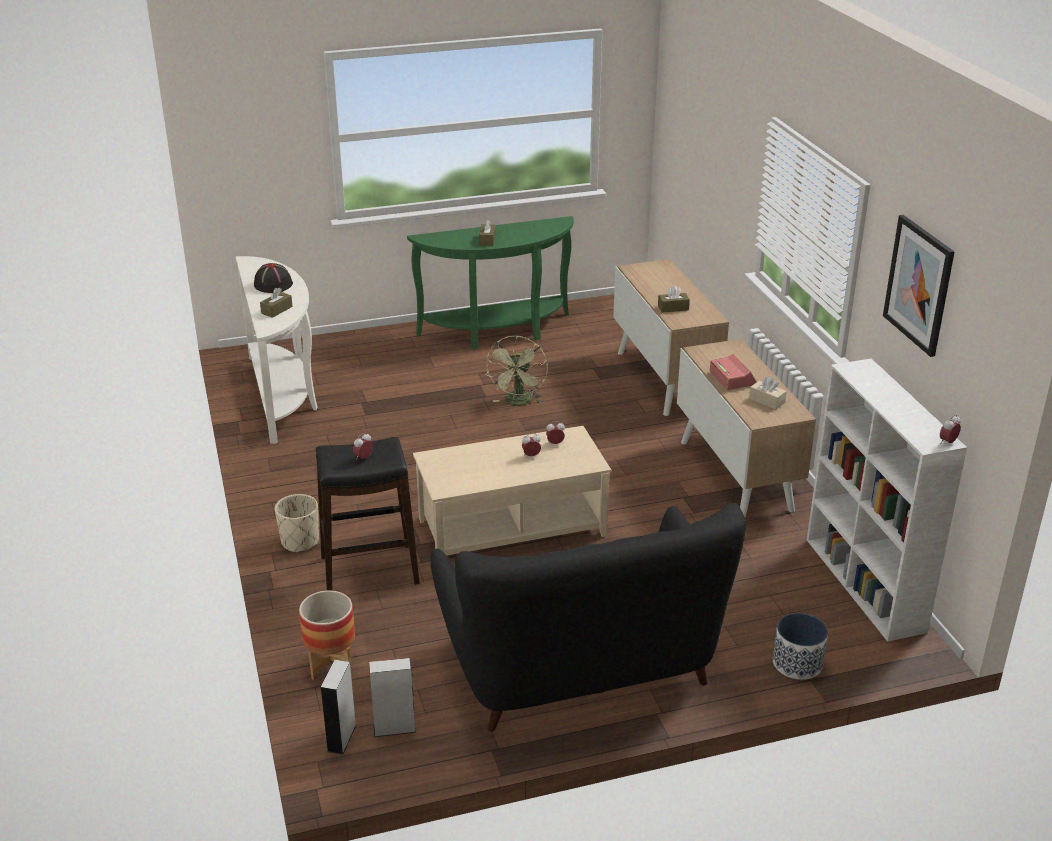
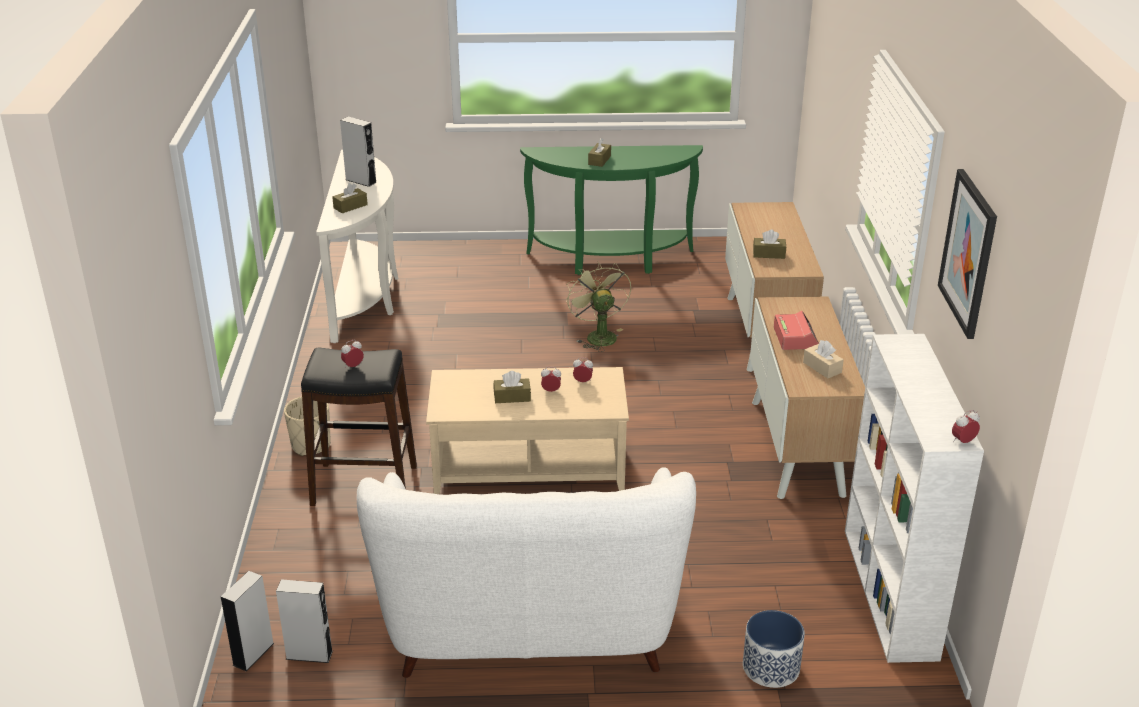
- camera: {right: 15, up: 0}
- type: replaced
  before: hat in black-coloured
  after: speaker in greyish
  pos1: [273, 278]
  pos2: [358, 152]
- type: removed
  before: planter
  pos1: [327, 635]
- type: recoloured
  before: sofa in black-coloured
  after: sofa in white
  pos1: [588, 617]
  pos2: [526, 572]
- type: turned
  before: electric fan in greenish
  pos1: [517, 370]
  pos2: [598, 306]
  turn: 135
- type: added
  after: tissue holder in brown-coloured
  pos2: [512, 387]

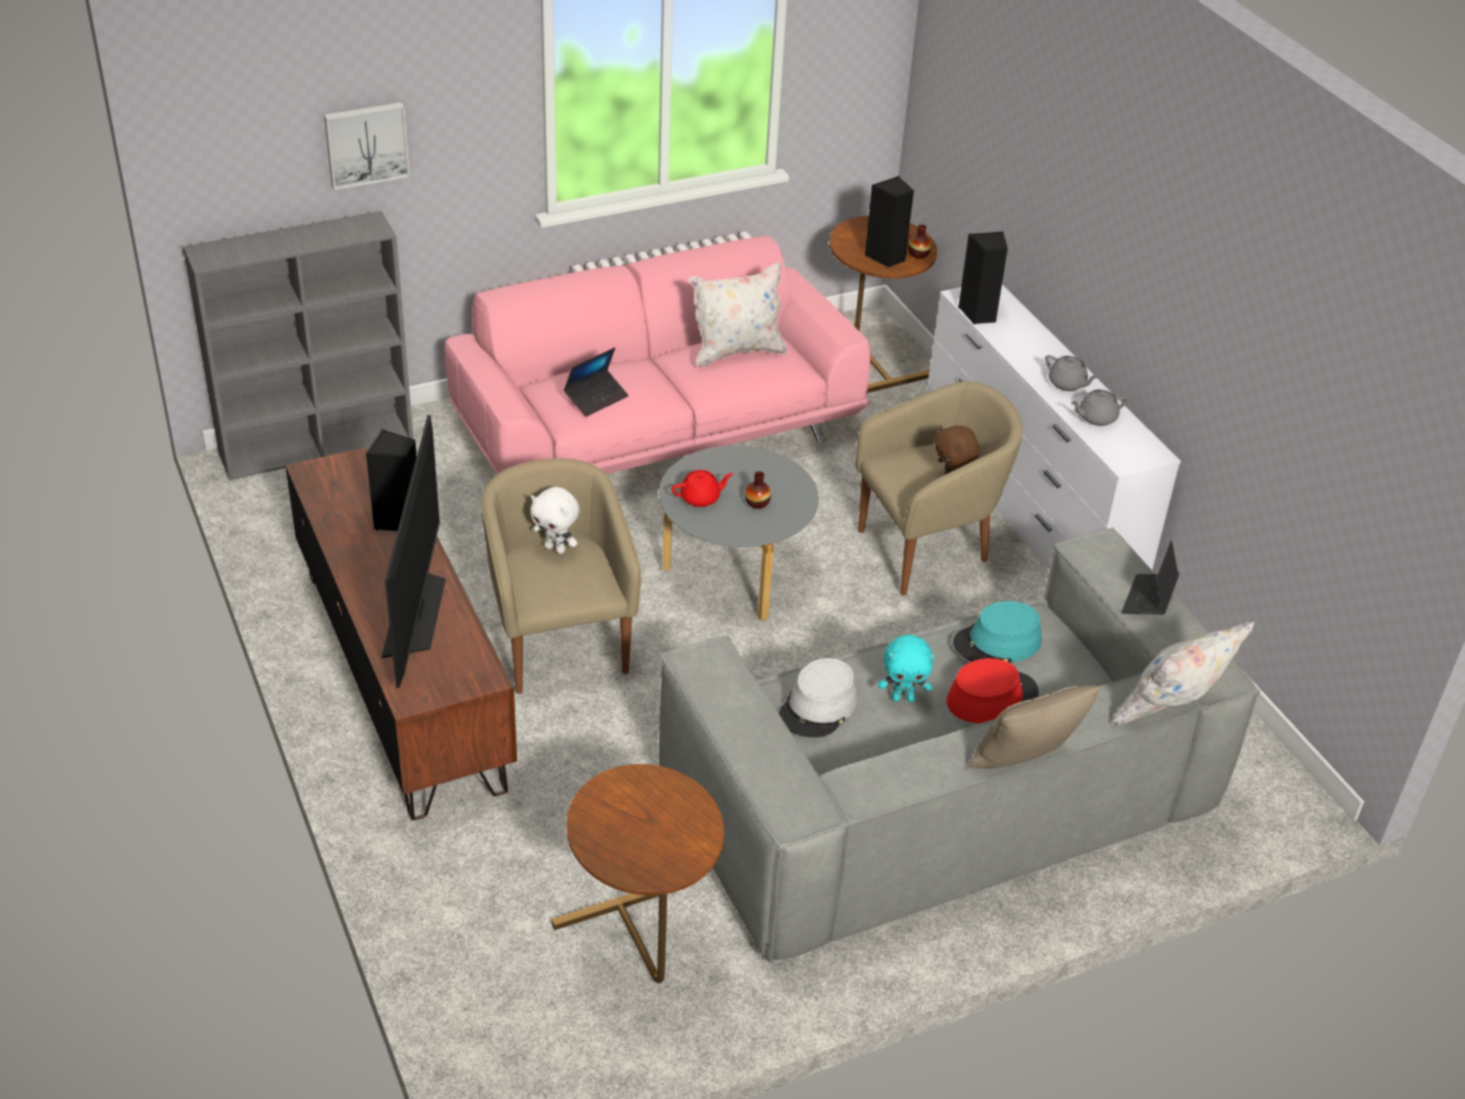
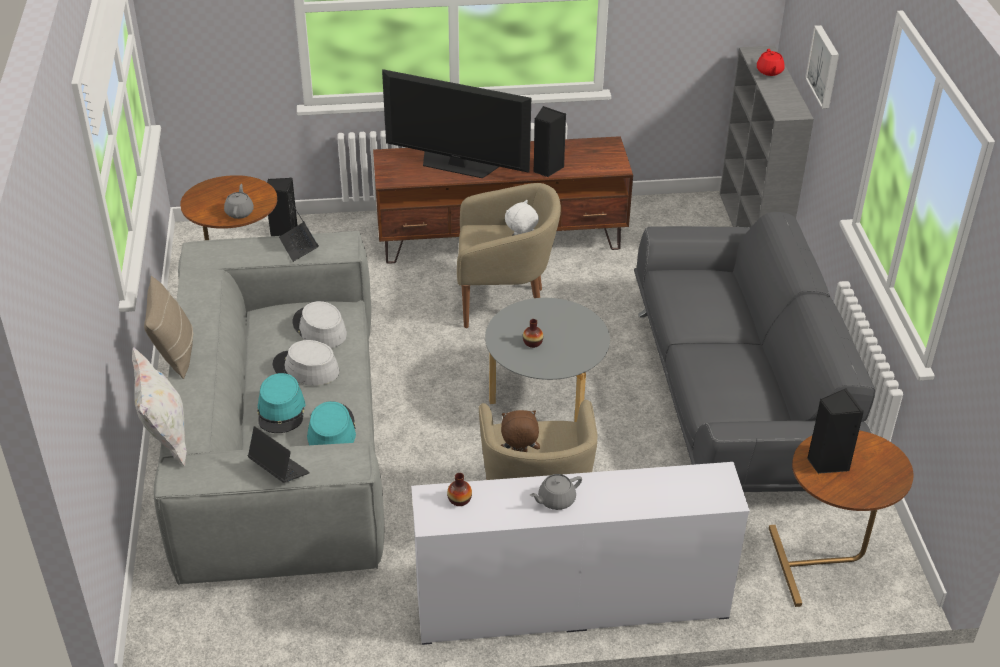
- camera: {right: 110, up: 0}
- type: recoloured
  before: sofa in pinkish
  after: sofa in greyish
  pos1: [657, 355]
  pos2: [754, 352]
- type: moved
  before: laptop
  pos1: [596, 382]
  pos2: [299, 232]
- type: moved
  before: tea pot in red-coloured
  pos1: [703, 488]
  pos2: [771, 62]
- type: removed
  before: cushion in white
  pos1: [738, 314]
- type: replaced
  before: cuddly toy in turquoise
  after: hat in greyish
  pos1: [906, 668]
  pos2: [306, 363]
- type: moved
  before: decorative vase
  pos1: [919, 241]
  pos2: [459, 489]
- type: recoloured
  before: hat in red-coloured
  after: hat in turquoise
  pos1: [992, 690]
  pos2: [281, 403]
- type: moved
  before: speaker in black-coloured
  pos1: [983, 277]
  pos2: [282, 207]
- type: moved
  before: tea pot in greyish
  pos1: [1099, 408]
  pos2: [239, 201]

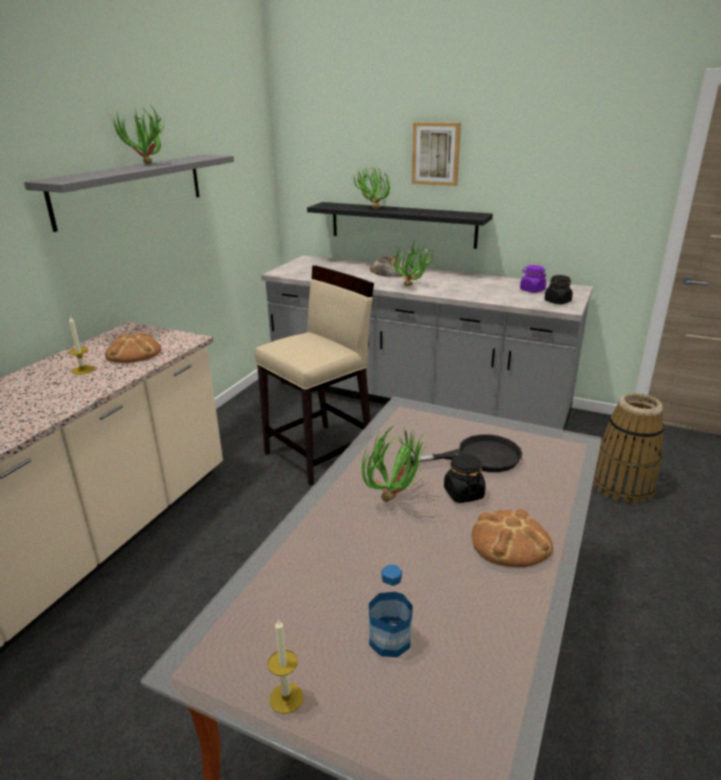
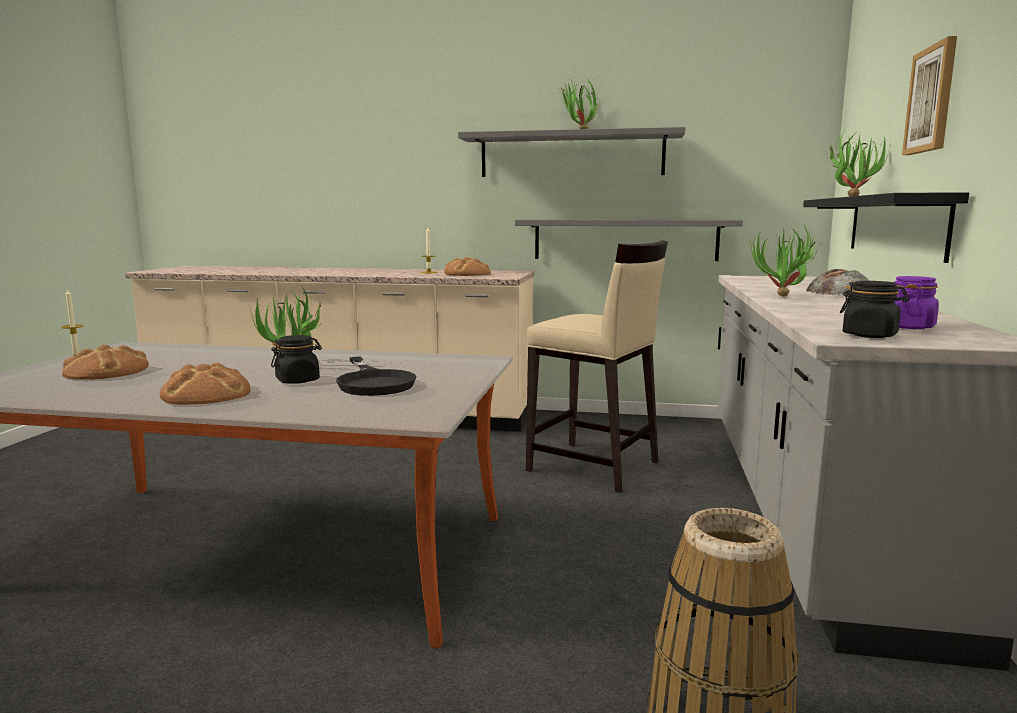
- camera: {right: 75, up: -15}
- type: replaced
  before: drink bottle
  after: bakery bread
  pos1: [391, 611]
  pos2: [105, 362]
- type: added
  after: shelf in greyish
  pos2: [629, 240]

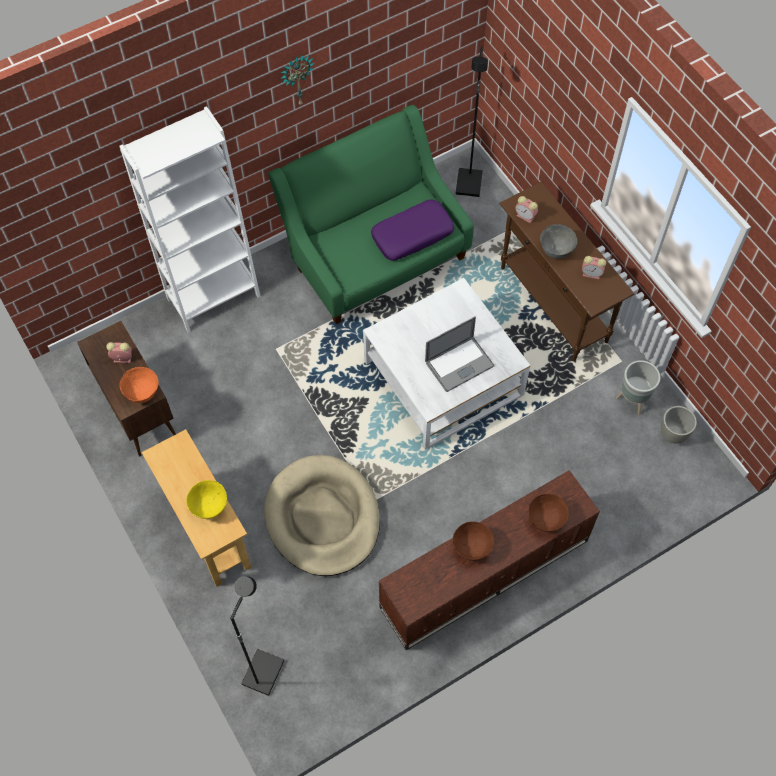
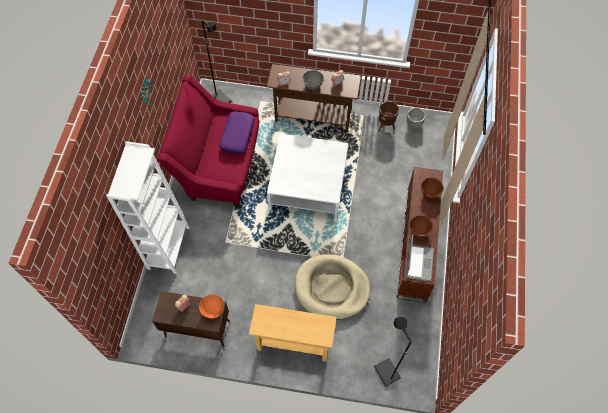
- camera: {right: -50, up: 0}
- type: removed
  before: serving bowl in yellow
  pos1: [206, 499]
- type: recoloured
  before: sofa in greenish
  after: sofa in red-coloured
  pos1: [371, 214]
  pos2: [208, 141]
- type: moved
  before: laptop
  pos1: [459, 354]
  pos2: [420, 258]
- type: recoloured
  before: planter in greyish
  after: planter in brown-coloured
  pos1: [638, 387]
  pos2: [389, 116]

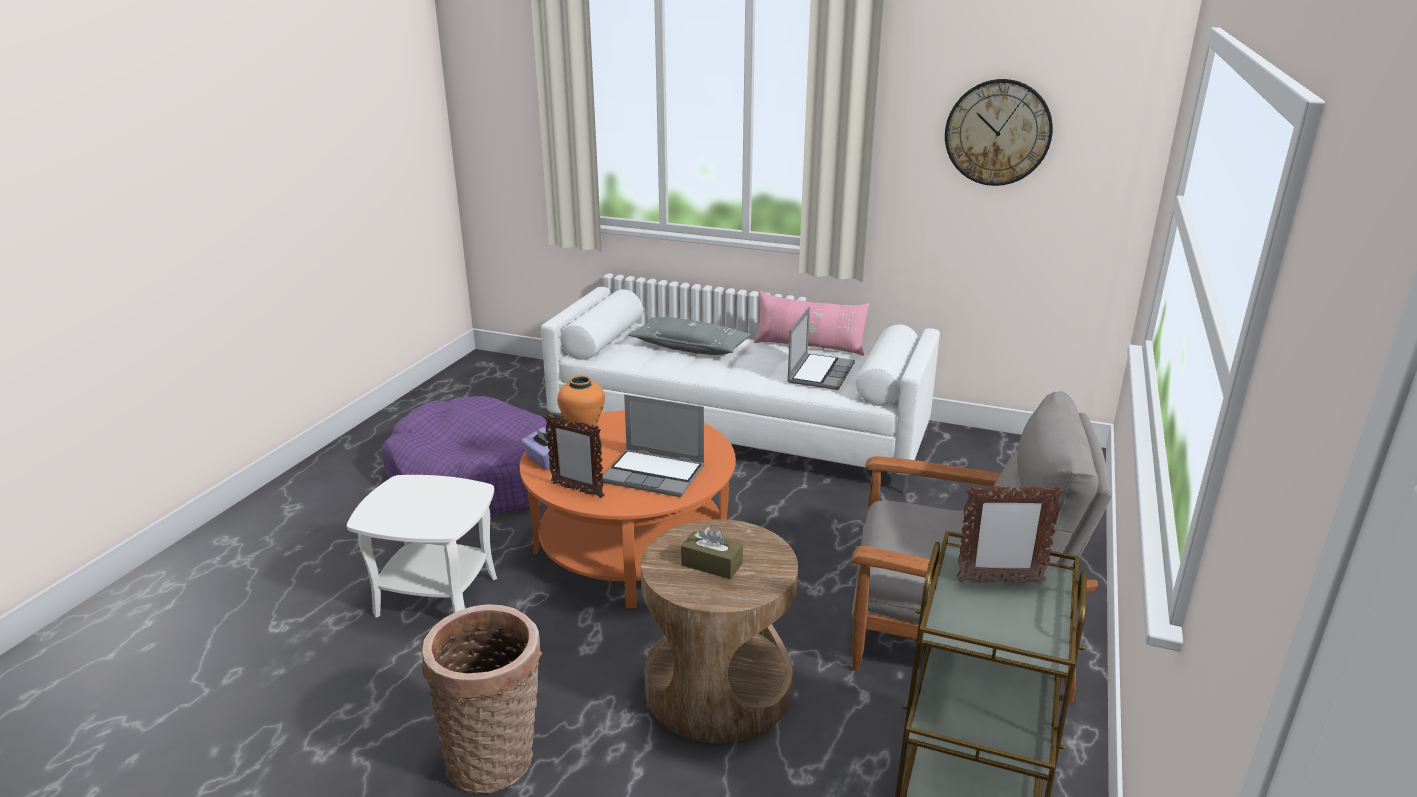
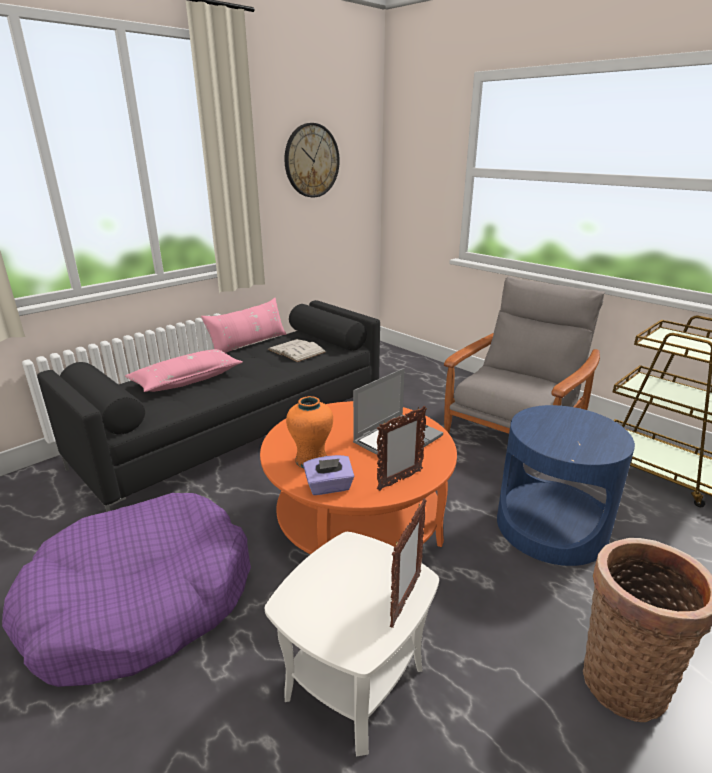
- camera: {right: -65, up: 0}
- type: recoloured
  before: sofa in white
  after: sofa in black-coloured
  pos1: [740, 391]
  pos2: [208, 406]
- type: recoloured
  before: cushion in greyish
  after: cushion in pinkish
  pos1: [689, 336]
  pos2: [184, 370]
- type: recoloured
  before: side table in brown-coloured
  after: side table in blue
  pos1: [719, 631]
  pos2: [566, 485]
- type: removed
  before: tissue holder in brown-coloured
  pos1: [712, 552]
- type: replaced
  before: laptop
  after: bound book in white
  pos1: [821, 348]
  pos2: [296, 350]
- type: moved
  before: picture frame
  pos1: [1010, 534]
  pos2: [408, 563]

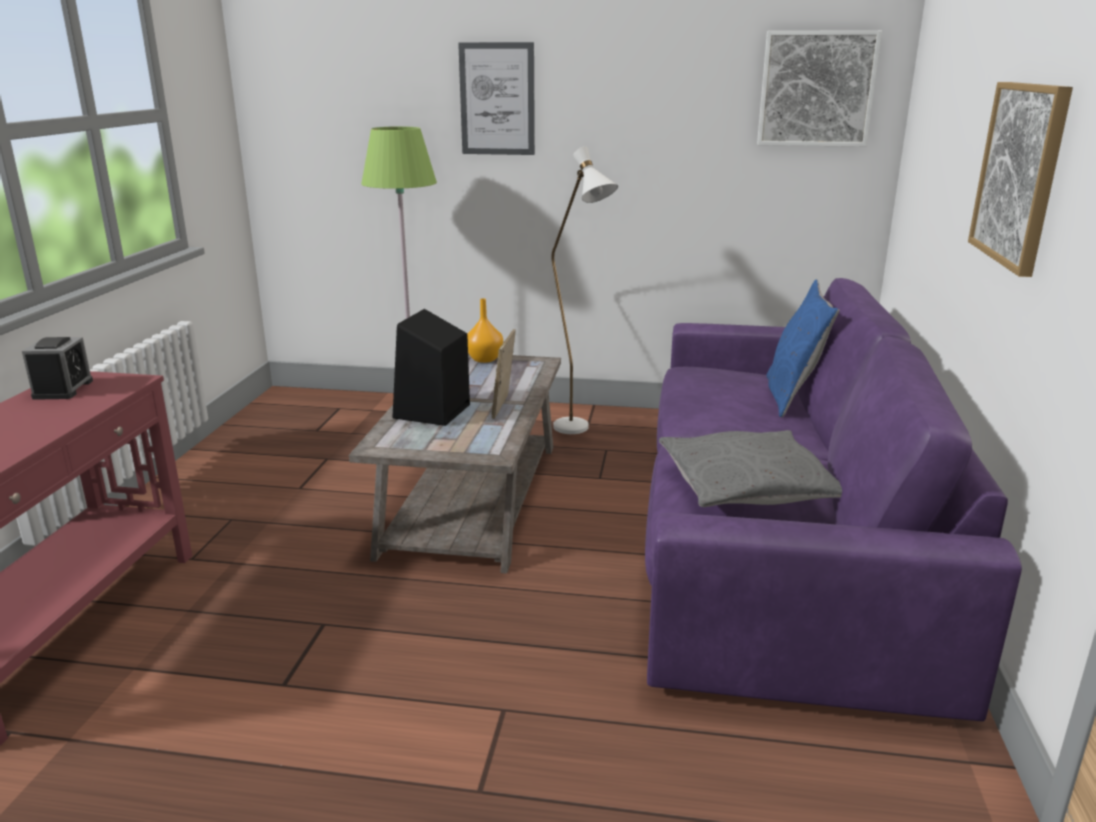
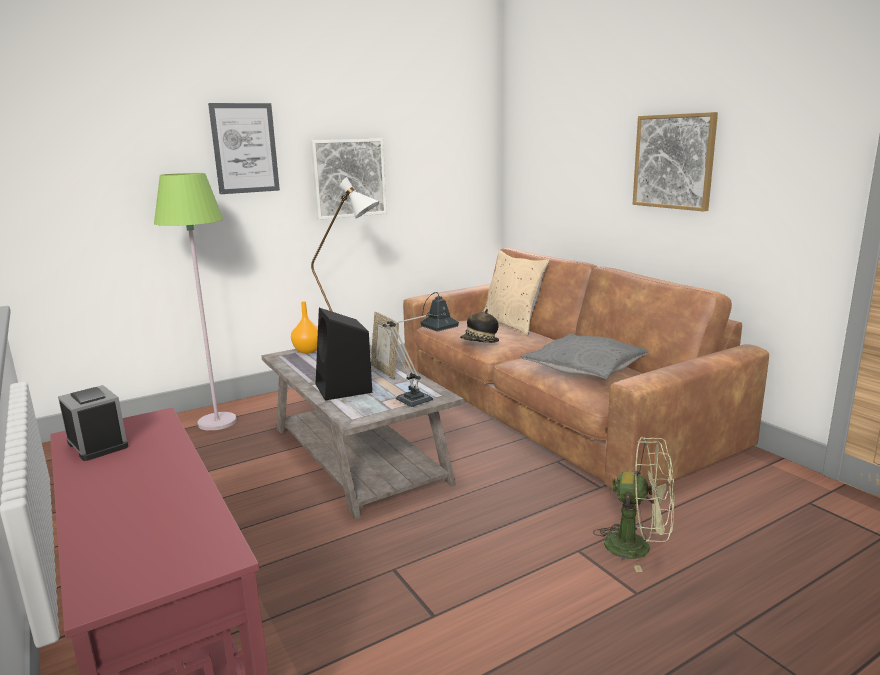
- camera: {right: -40, up: -5}
- type: recoloured
  before: sofa in purplish
  after: sofa in brown-coloured
  pos1: [833, 499]
  pos2: [586, 368]
- type: moved
  before: picture
  pos1: [819, 88]
  pos2: [349, 179]
- type: recoloured
  before: cushion in blue
  after: cushion in beige-coloured
  pos1: [803, 348]
  pos2: [516, 293]
- type: added
  after: tabletop lamp
  pos2: [421, 349]
- type: added
  after: hat
  pos2: [479, 326]
- type: added
  after: electric fan in greenish
  pos2: [634, 504]

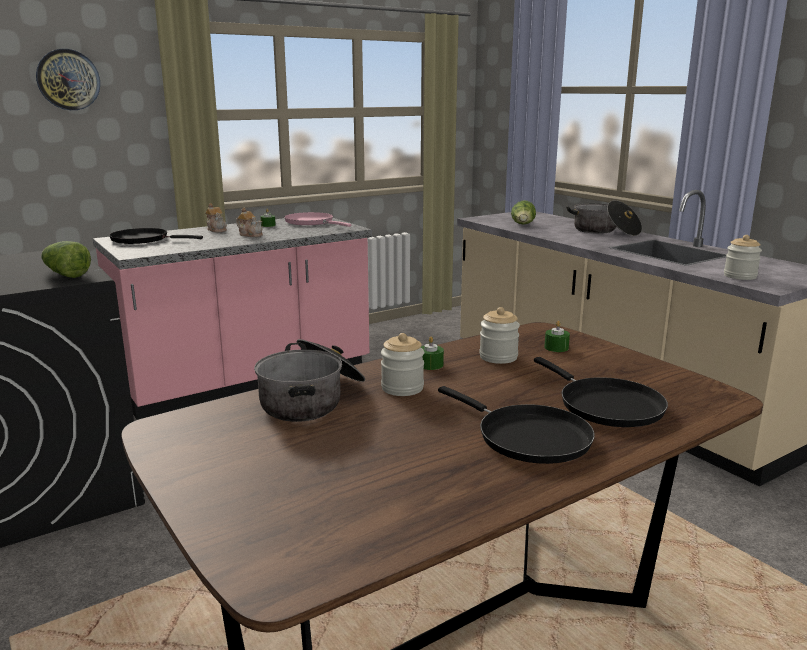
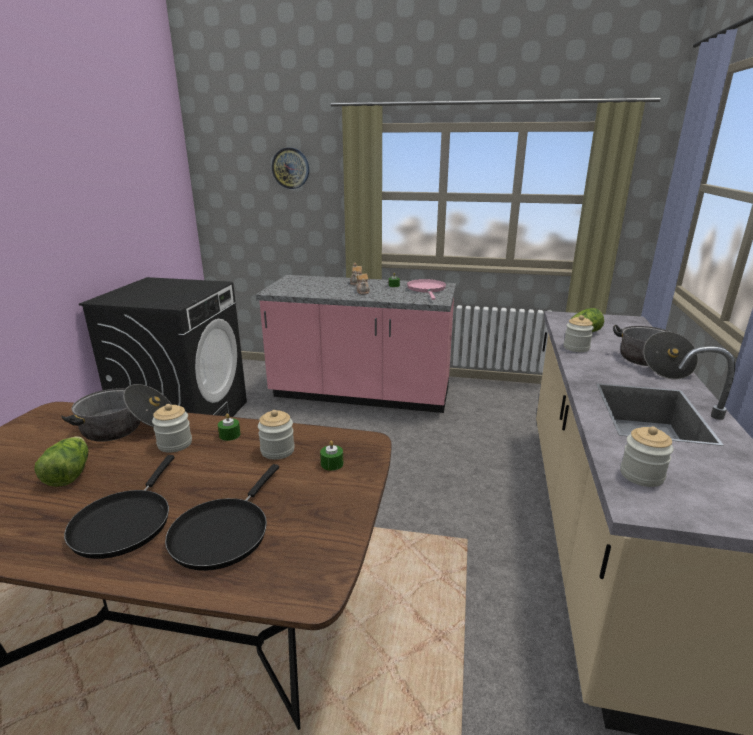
- camera: {right: 45, up: 5}
- type: moved
  before: lettuce
  pos1: [66, 259]
  pos2: [61, 461]
- type: removed
  before: skillet in black-coloured
  pos1: [156, 236]
- type: added
  after: storage jar
  pos2: [579, 333]

